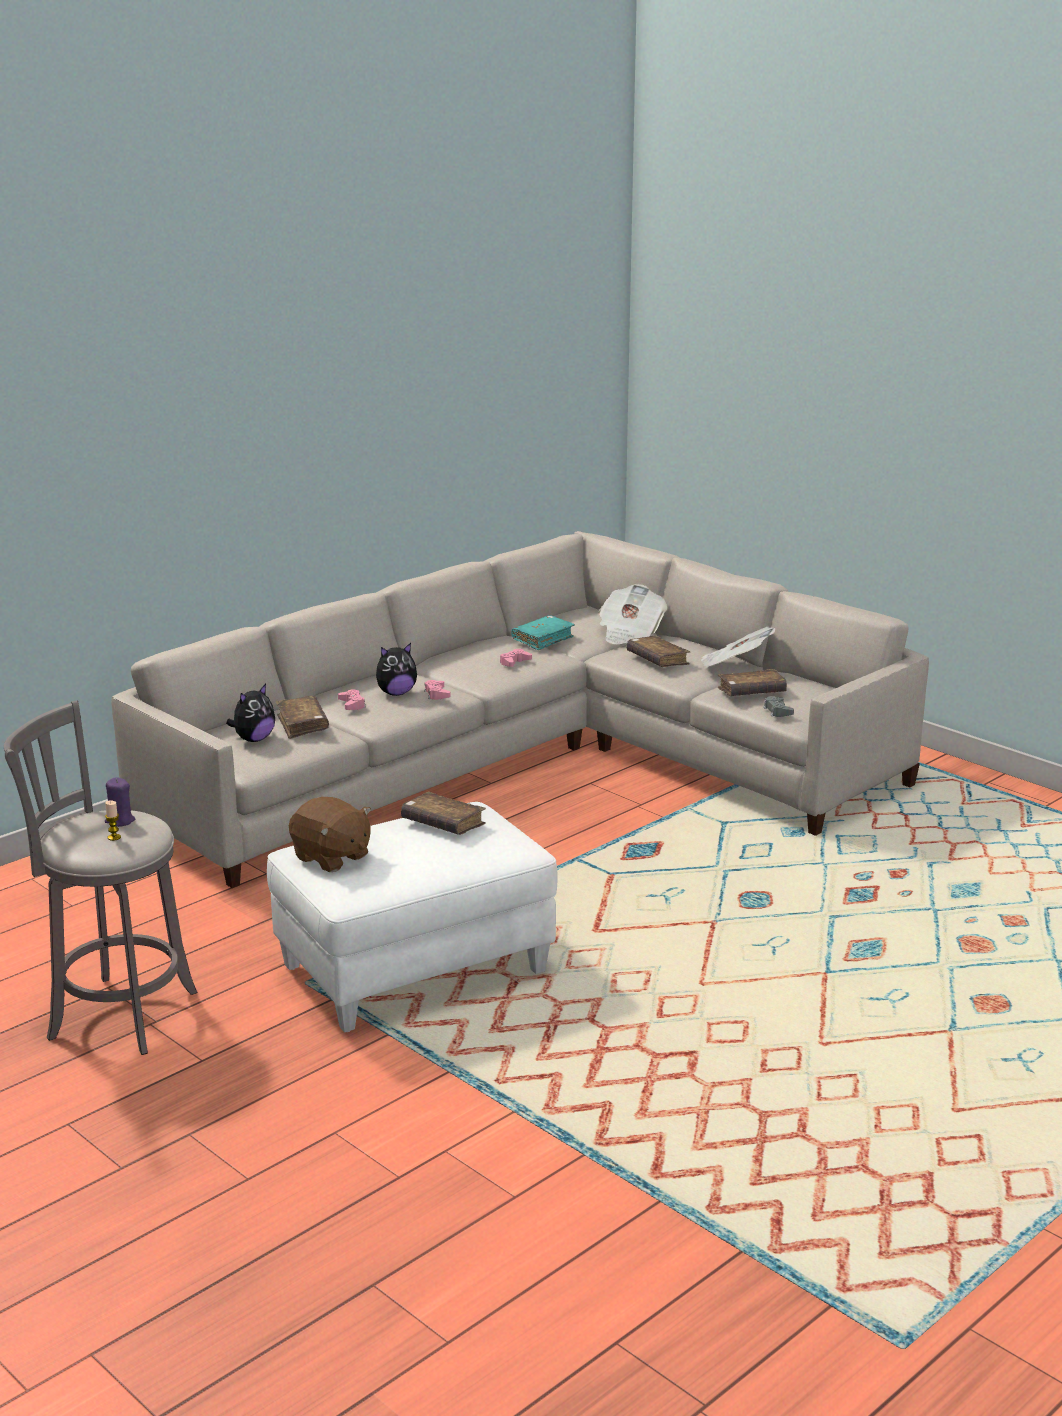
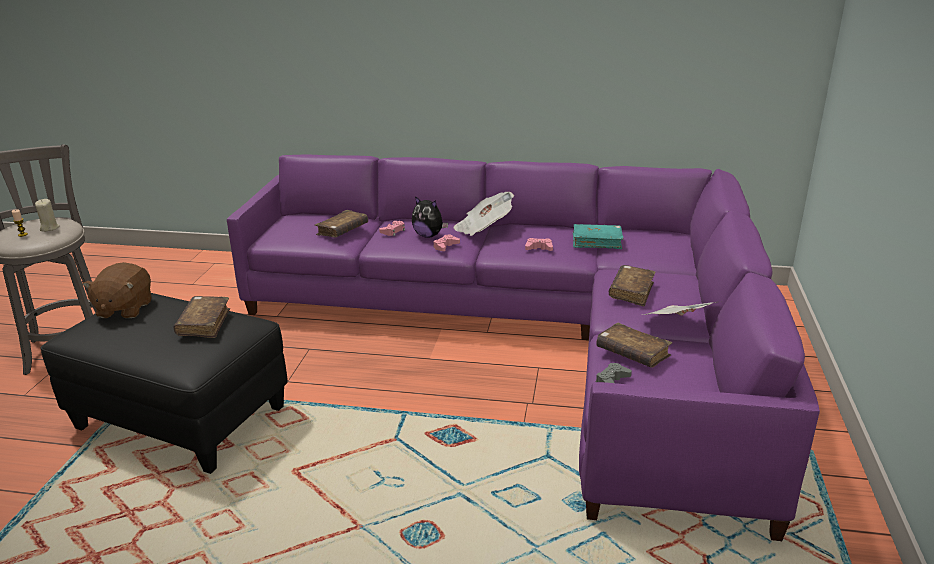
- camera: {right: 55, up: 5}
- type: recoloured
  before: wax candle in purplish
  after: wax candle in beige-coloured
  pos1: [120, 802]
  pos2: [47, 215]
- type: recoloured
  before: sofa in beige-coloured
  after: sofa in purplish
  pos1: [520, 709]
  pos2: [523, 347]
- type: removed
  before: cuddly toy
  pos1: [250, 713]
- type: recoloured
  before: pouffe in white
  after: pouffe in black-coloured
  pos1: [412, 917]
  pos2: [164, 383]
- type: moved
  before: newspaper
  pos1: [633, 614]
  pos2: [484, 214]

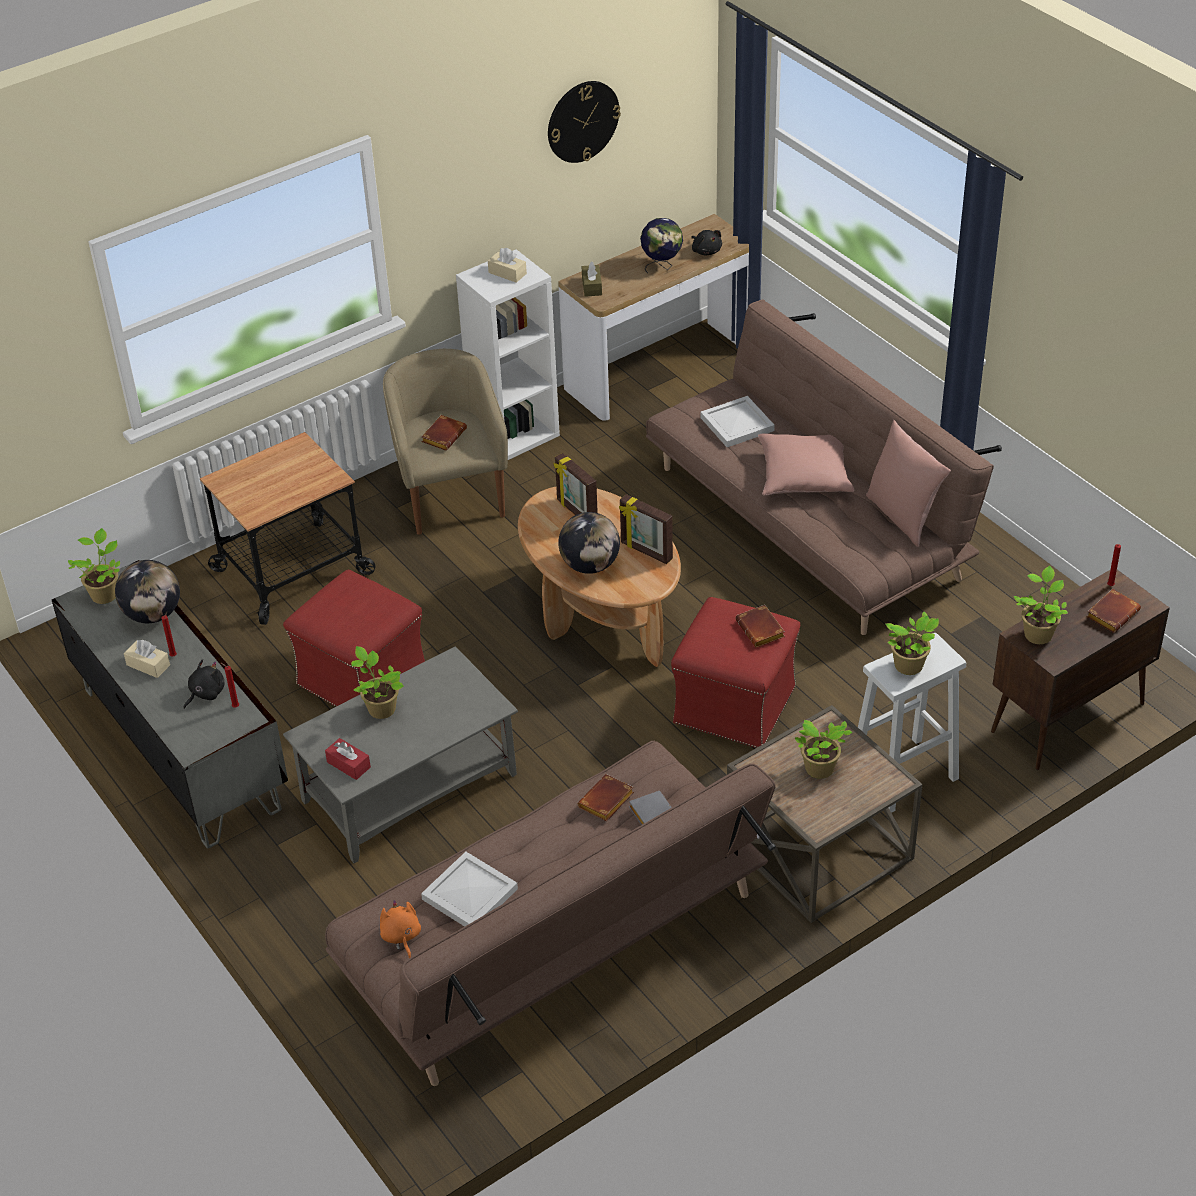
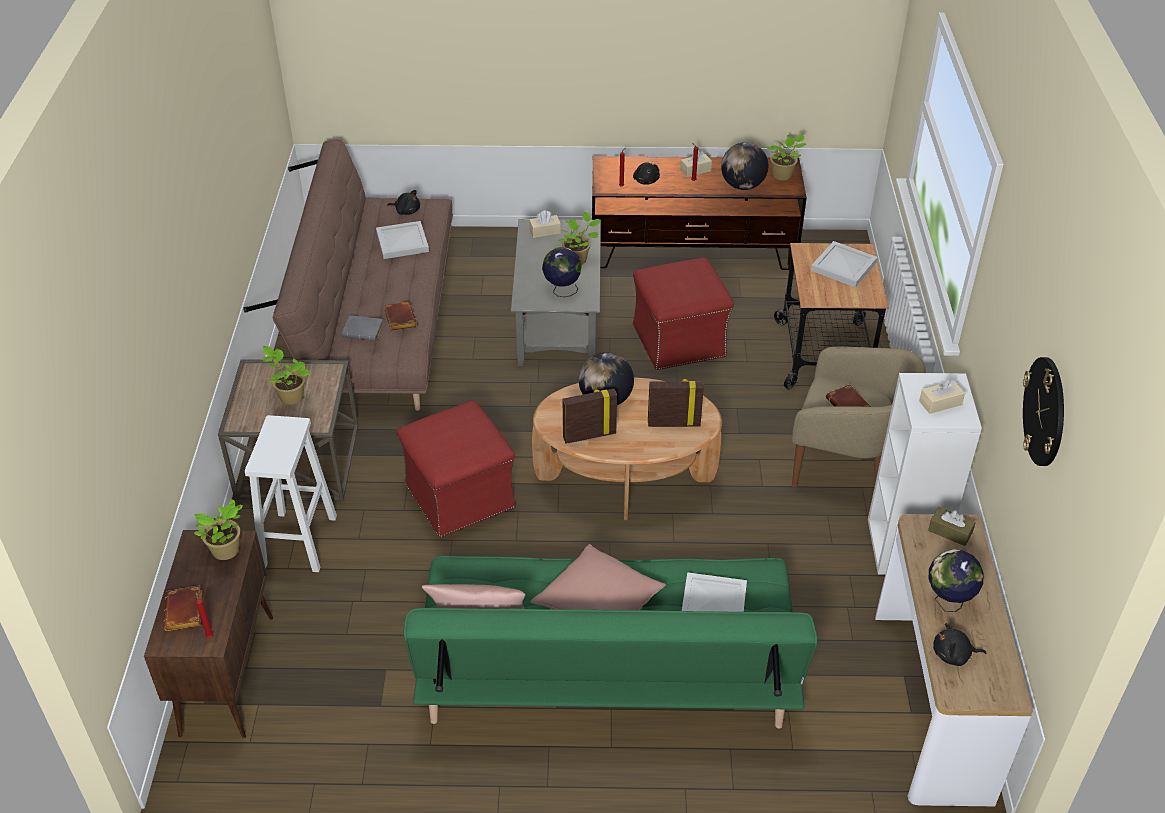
- camera: {right: 125, up: 0}
- type: recoloured
  before: tv stand in greyish
  after: tv stand in brown-coloured
  pos1: [170, 704]
  pos2: [699, 213]
- type: recoloured
  before: tissue holder in red-coloured
  after: tissue holder in beige-coloured
  pos1: [348, 759]
  pos2: [545, 224]
- type: recoloured
  before: cuddly toy in orange-coloured
  after: cuddly toy in black-coloured
  pos1: [400, 929]
  pos2: [403, 202]
- type: recoloured
  before: sofa in brown-coloured
  after: sofa in greenish
  pos1: [824, 467]
  pos2: [610, 642]
- type: removed
  before: bound book in brown-coloured
  pos1: [760, 626]
- type: removed
  before: houseplant
  pos1: [912, 643]
- type: added
  after: globe
  pos2: [562, 272]
- type: added
  after: serving tray in white
  pos2: [844, 264]

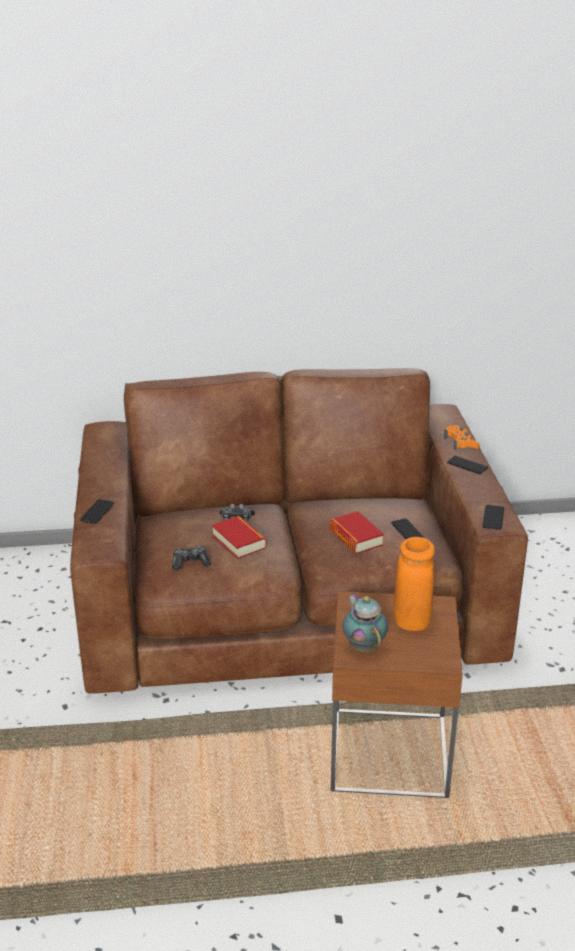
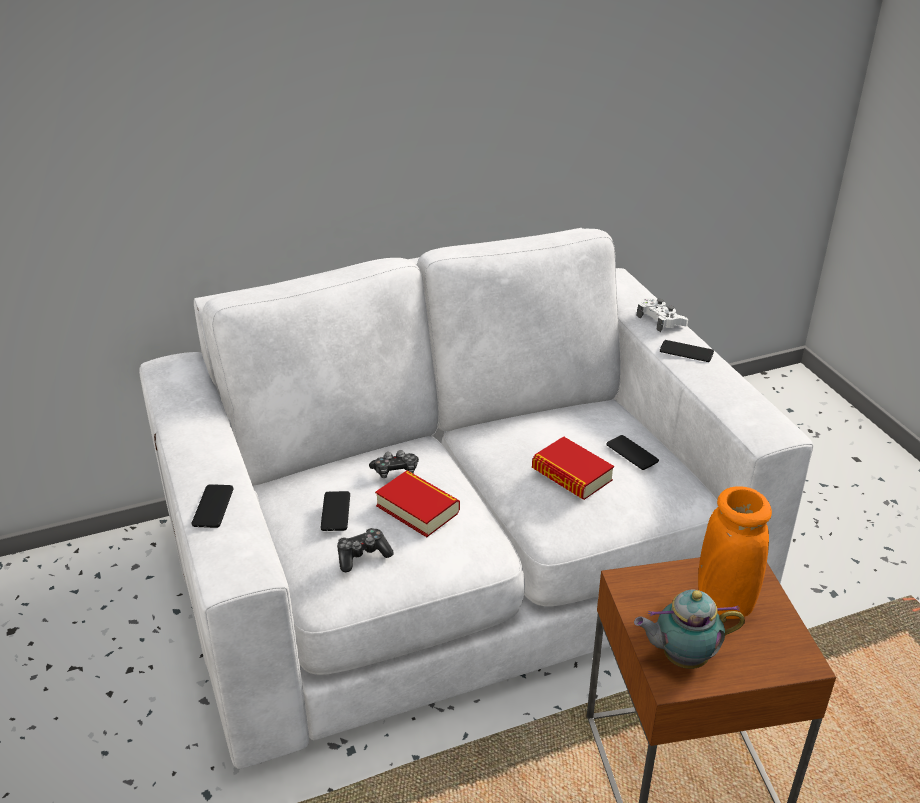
- camera: {right: -15, up: 5}
- type: recoloured
  before: sofa in brown-coloured
  after: sofa in white
  pos1: [299, 531]
  pos2: [476, 498]
- type: turned
  before: tea pot
  pos1: [365, 622]
  pos2: [689, 629]
  turn: -60
- type: recoloured
  before: joypad in orange-coloured
  after: joypad in white
  pos1: [461, 437]
  pos2: [662, 314]
- type: moved
  before: phone
  pos1: [493, 517]
  pos2: [335, 511]

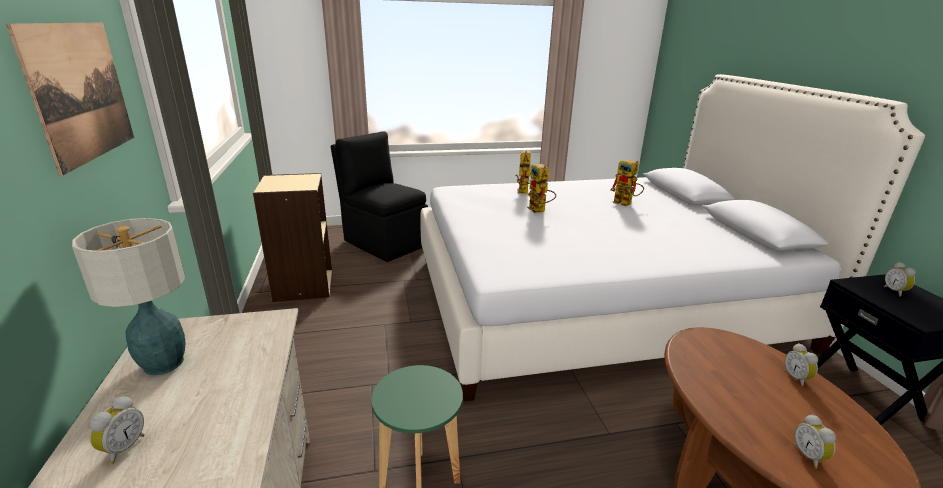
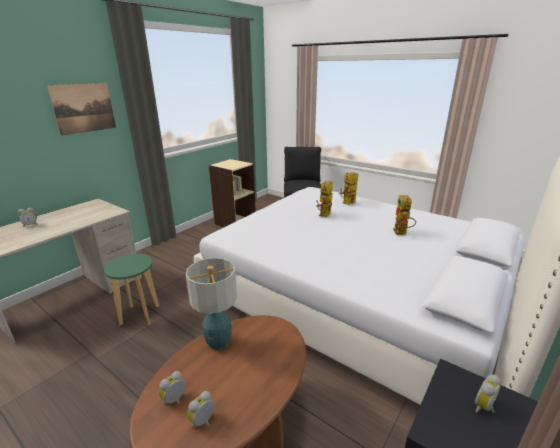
- camera: {right: 50, up: 0}
- type: moved
  before: tabletop lamp
  pos1: [129, 296]
  pos2: [211, 304]
- type: moved
  before: table clock
  pos1: [801, 365]
  pos2: [201, 409]

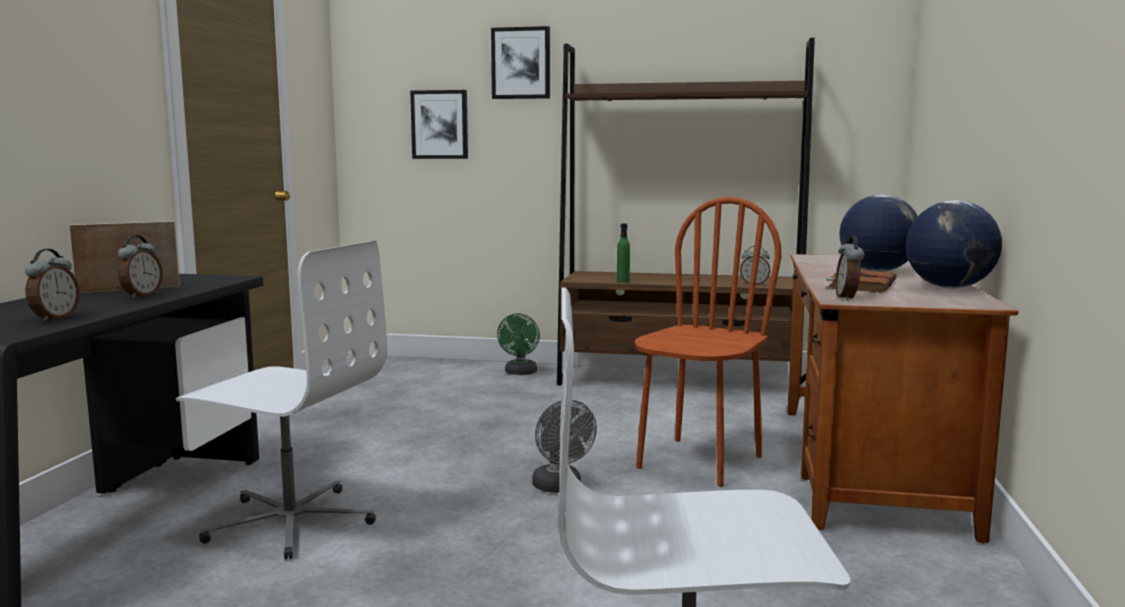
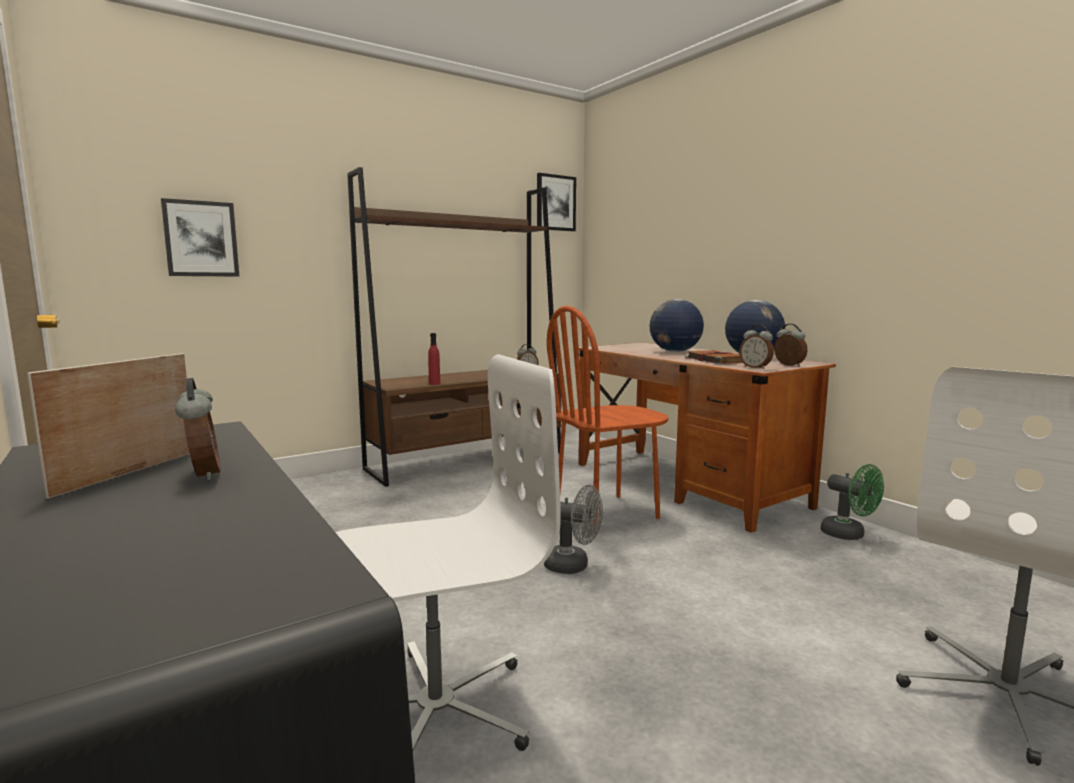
- camera: {right: -45, up: 0}
- type: moved
  before: table clock
  pos1: [52, 285]
  pos2: [791, 345]
- type: moved
  before: picture
  pos1: [520, 62]
  pos2: [556, 202]
- type: moved
  before: electric fan in greenish
  pos1: [518, 344]
  pos2: [852, 502]
- type: recoloured
  before: drink bottle in greenish
  after: drink bottle in red-coloured
  pos1: [623, 253]
  pos2: [434, 359]
- type: turned
  before: upright chair in brown-coloured
  pos1: [708, 342]
  pos2: [608, 420]
  turn: -105

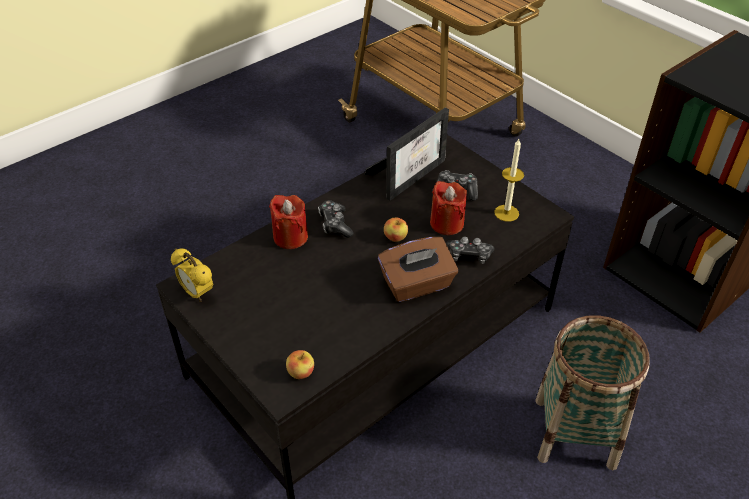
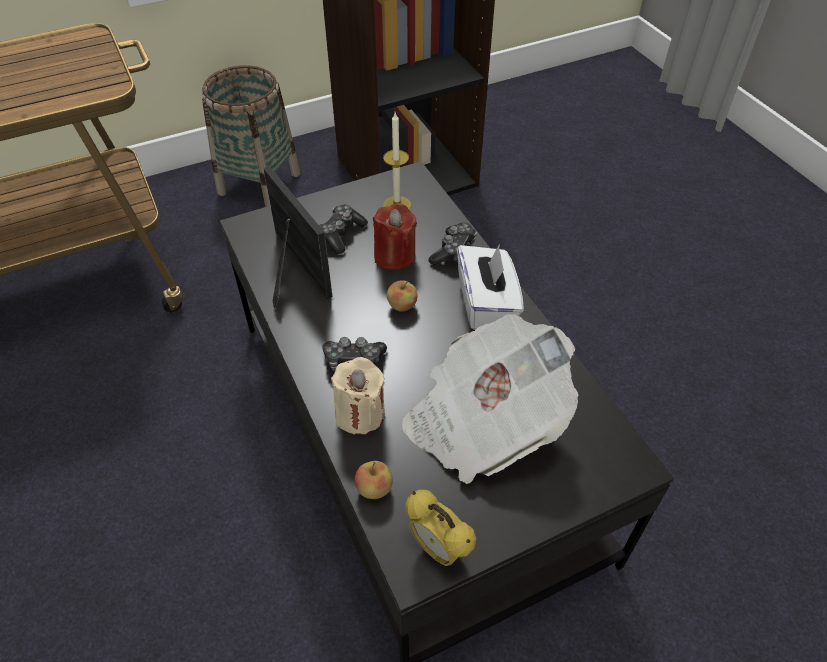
- camera: {right: -75, up: 5}
- type: turned
  before: table clock
  pos1: [192, 275]
  pos2: [440, 528]
  turn: 75
- type: recoloured
  before: wax candle in red-coloured
  after: wax candle in beige-coloured
  pos1: [288, 222]
  pos2: [358, 396]
- type: moved
  before: apple
  pos1: [300, 364]
  pos2: [373, 480]
- type: recoloured
  before: tissue holder in brown-coloured
  after: tissue holder in white
  pos1: [418, 269]
  pos2: [490, 287]
- type: moved
  before: storage basket
  pos1: [592, 392]
  pos2: [251, 136]
- type: added
  after: newspaper
  pos2: [490, 399]

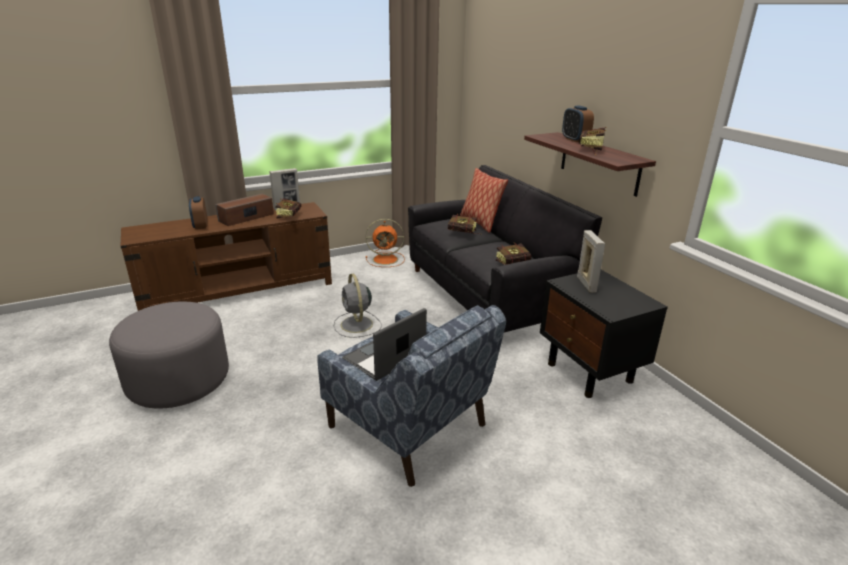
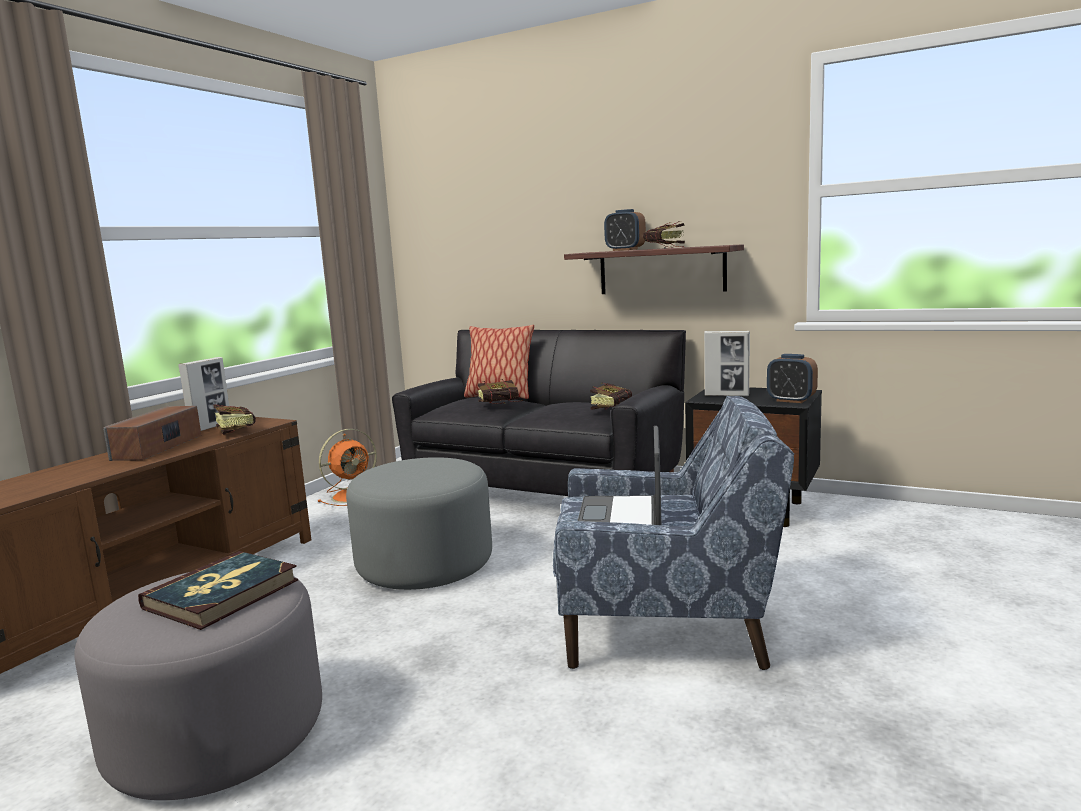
- camera: {right: -35, up: -15}
- type: moved
  before: table clock
  pos1: [198, 212]
  pos2: [792, 378]
- type: replaced
  before: electric fan in greyish
  after: pouffe in greyish
  pos1: [358, 306]
  pos2: [419, 523]
- type: turned
  before: picture frame
  pos1: [591, 261]
  pos2: [727, 363]
  turn: 150
- type: added
  after: bound book
  pos2: [218, 590]

